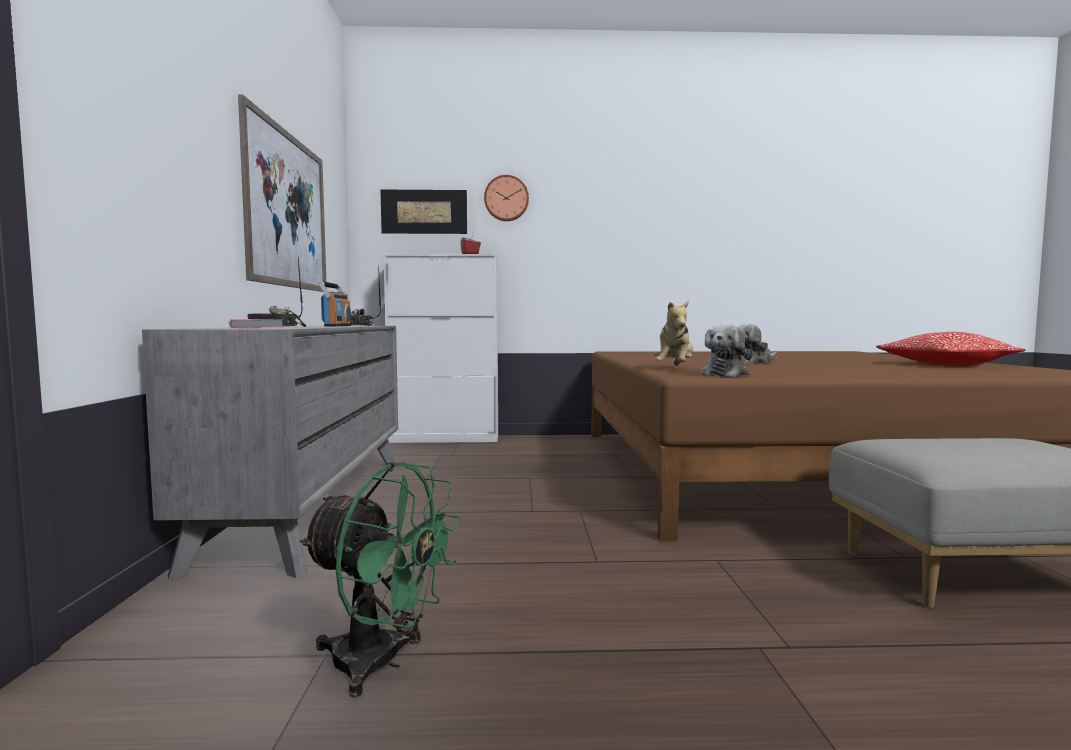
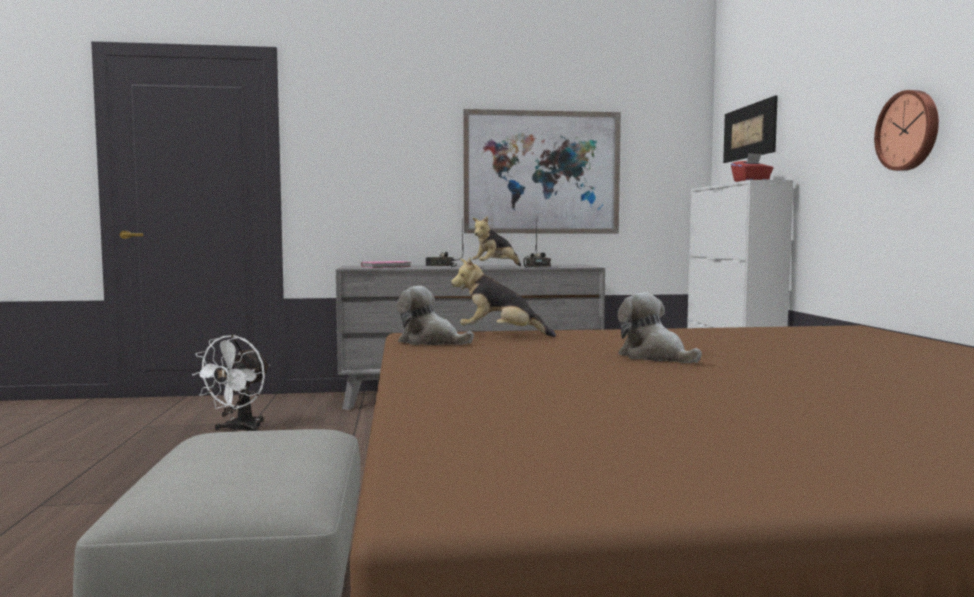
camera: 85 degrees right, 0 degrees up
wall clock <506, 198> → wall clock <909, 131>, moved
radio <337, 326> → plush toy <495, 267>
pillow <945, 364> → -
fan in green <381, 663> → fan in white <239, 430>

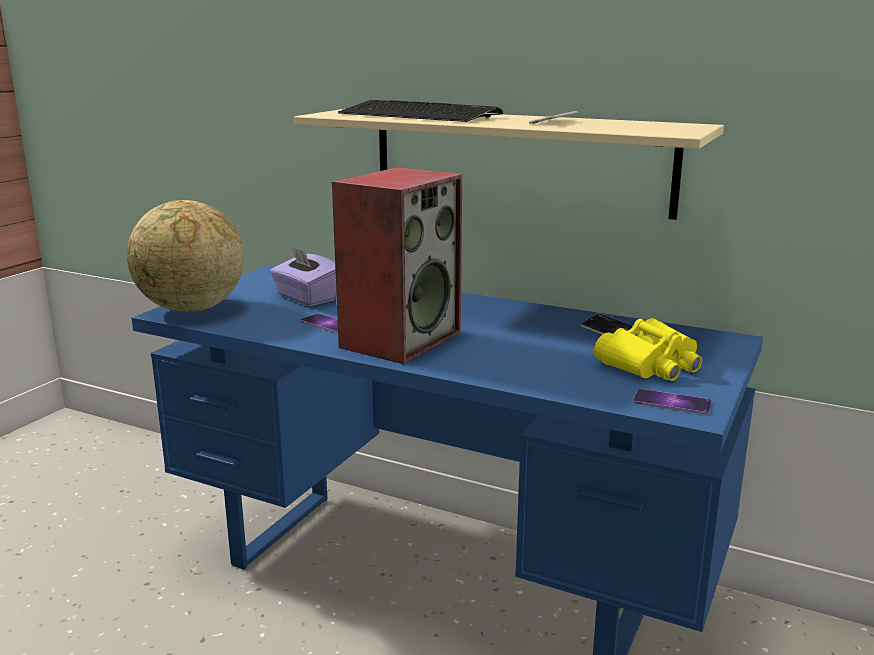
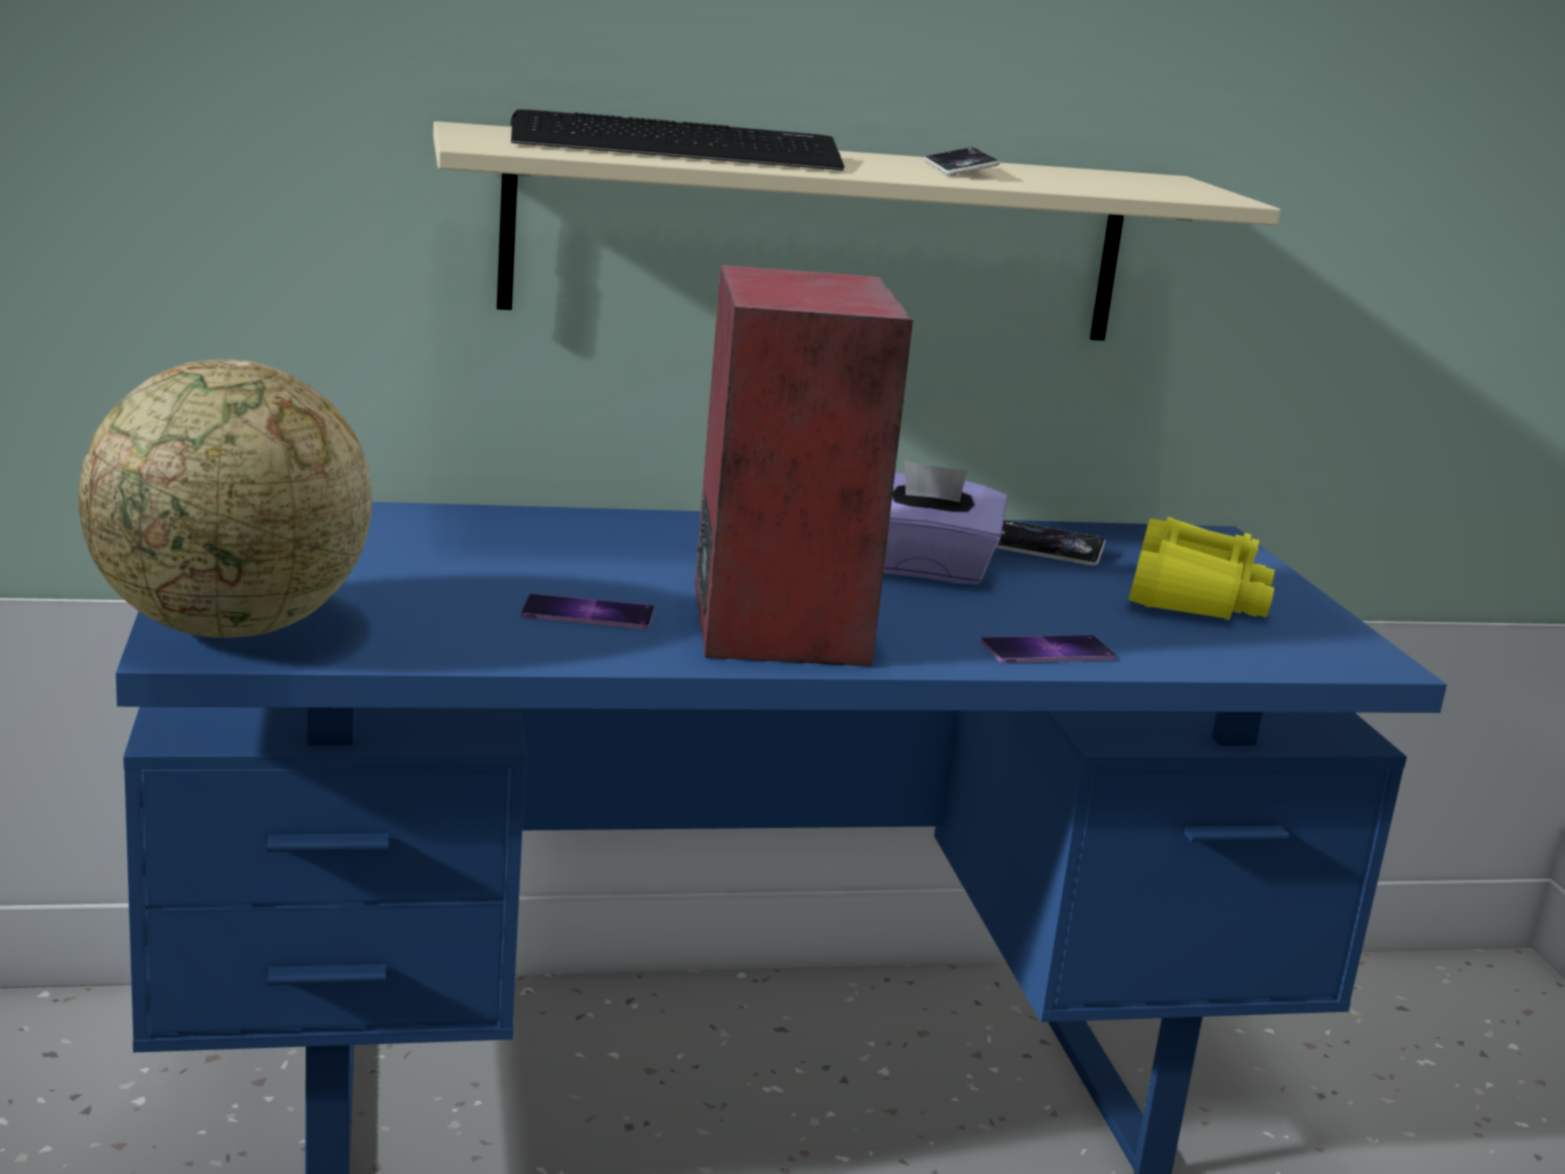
camera: 40 degrees left, 0 degrees up
tissue box in purple <306, 298> → tissue box in purple <923, 569>, moved
phone <672, 402> → phone <1047, 650>, moved

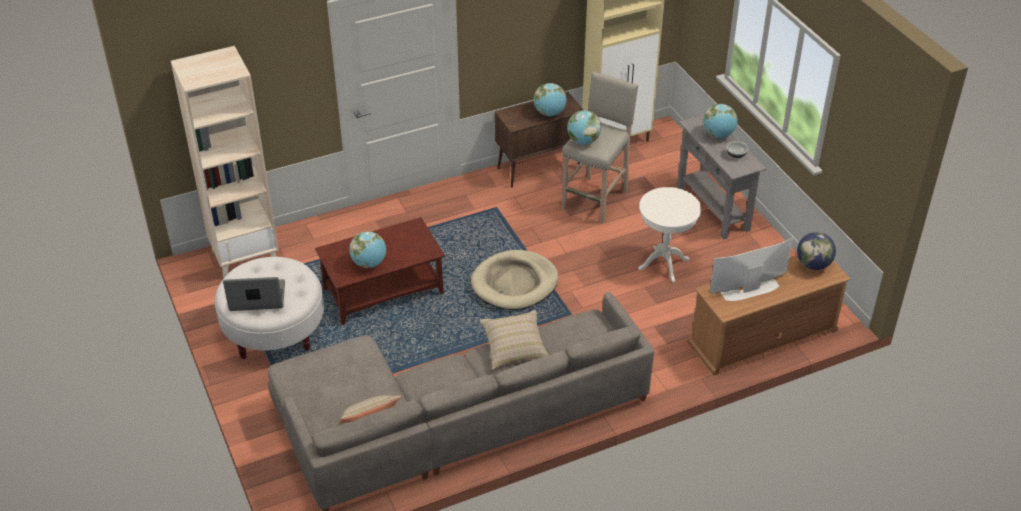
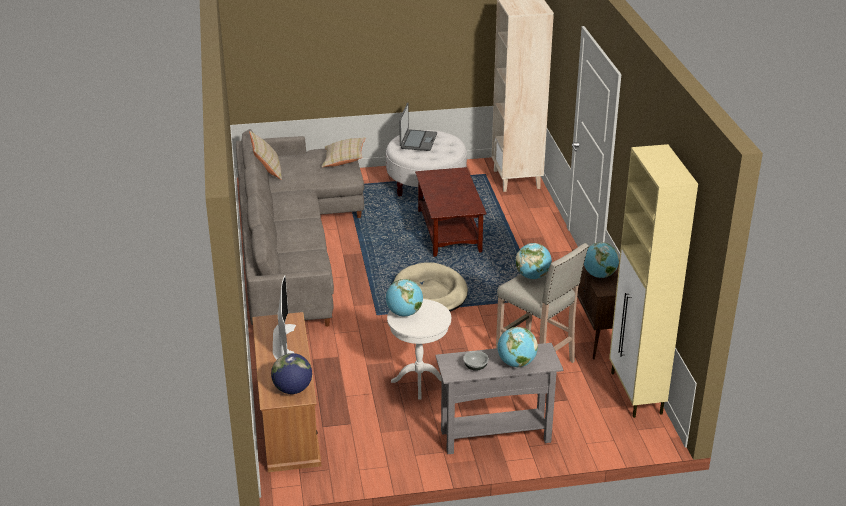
camera: 105 degrees right, 10 degrees down
globe <369, 263> → globe <404, 313>, moved
pillow in beige <514, 348> → pillow in beige <343, 160>, moved

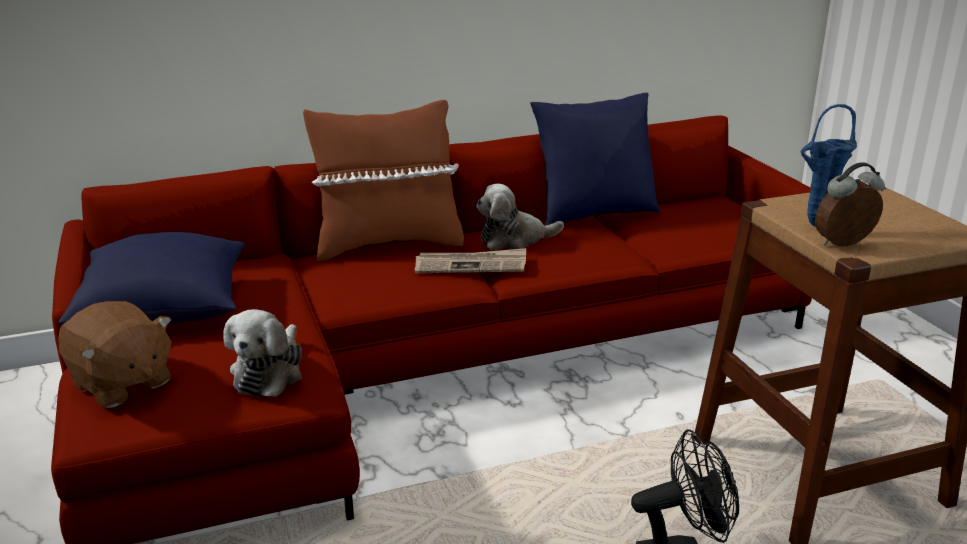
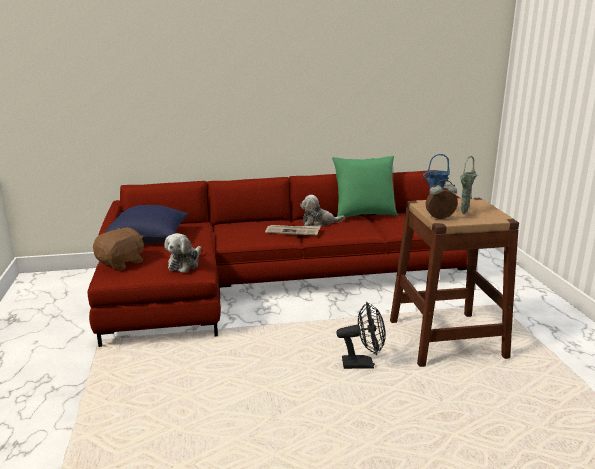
camera: 10 degrees right, 5 degrees down
pillow in blue <594, 215> → pillow in green <364, 215>
pillow in brown <388, 244> → -
plush toy in brown <121, 384> → plush toy in brown <122, 263>, 105 degrees counterclockwise
- → vase in green <463, 214>

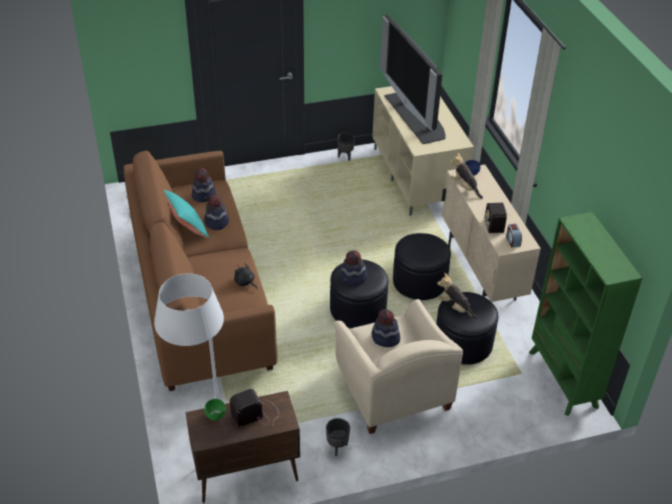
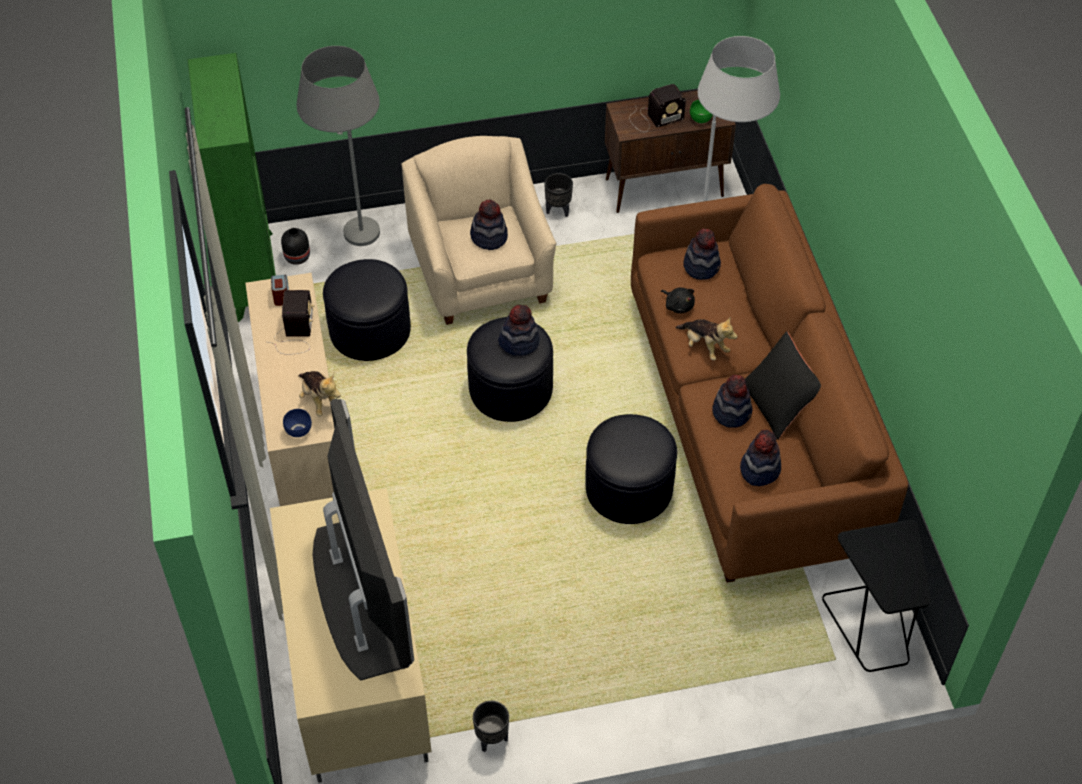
camera: 175 degrees left, 10 degrees up
pillow in turquoise <186, 228> → pillow in black <778, 404>
ottoman in black <419, 281> → ottoman in black <629, 488>, moved
plush toy <455, 307> → plush toy <704, 346>, moved
- → floor lamp in grey <357, 247>
- → vase in black <297, 256>
- → hat <701, 266>

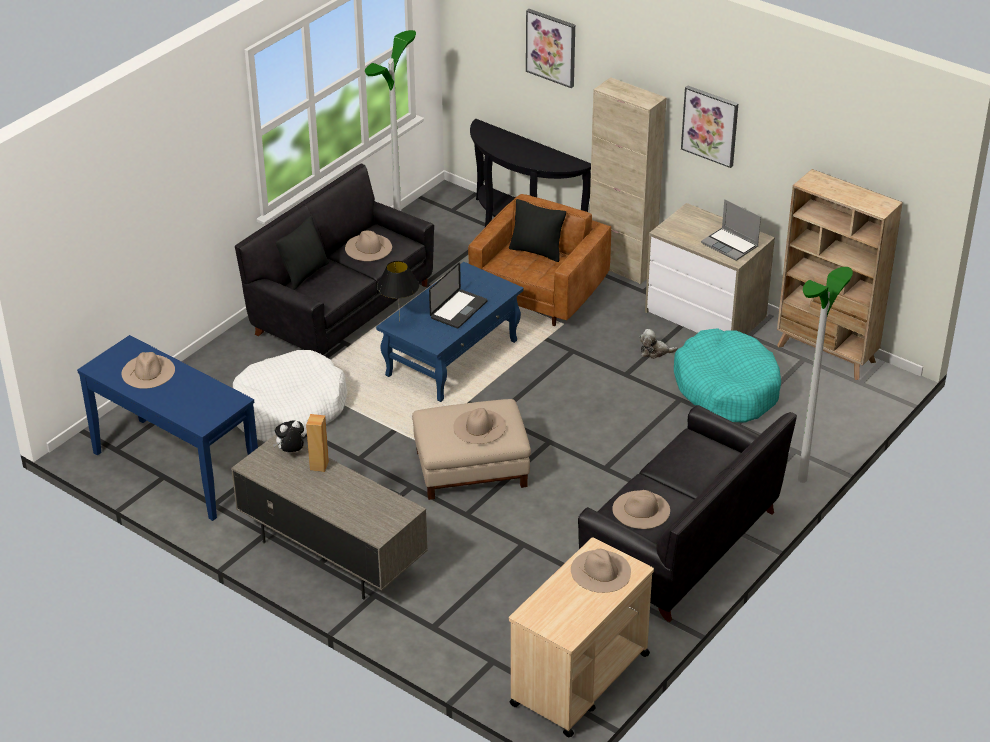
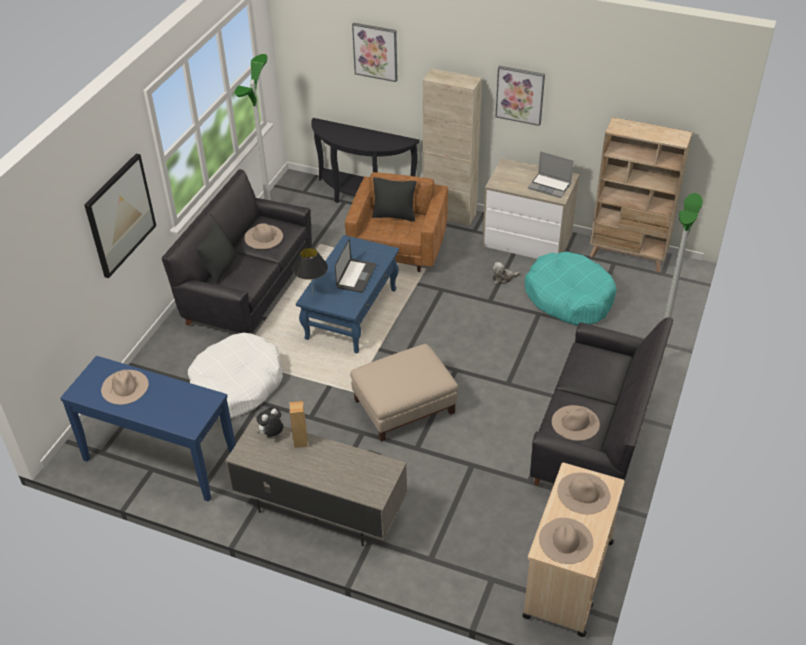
camera: 15 degrees left, 5 degrees up
hat in beige <479, 426> → hat in beige <565, 540>, moved
- → picture <120, 215>

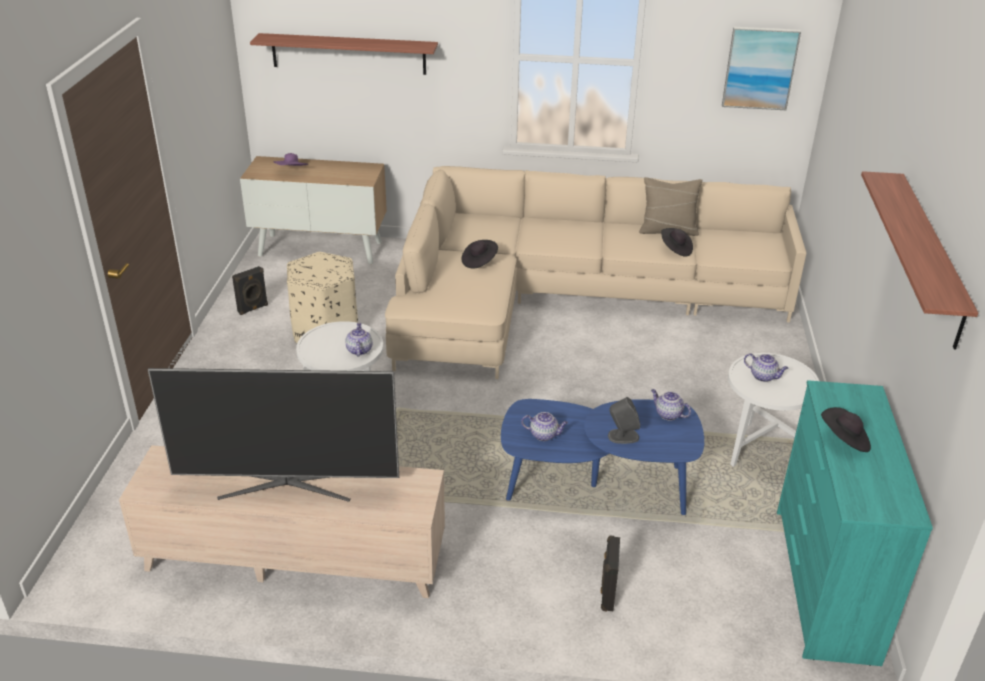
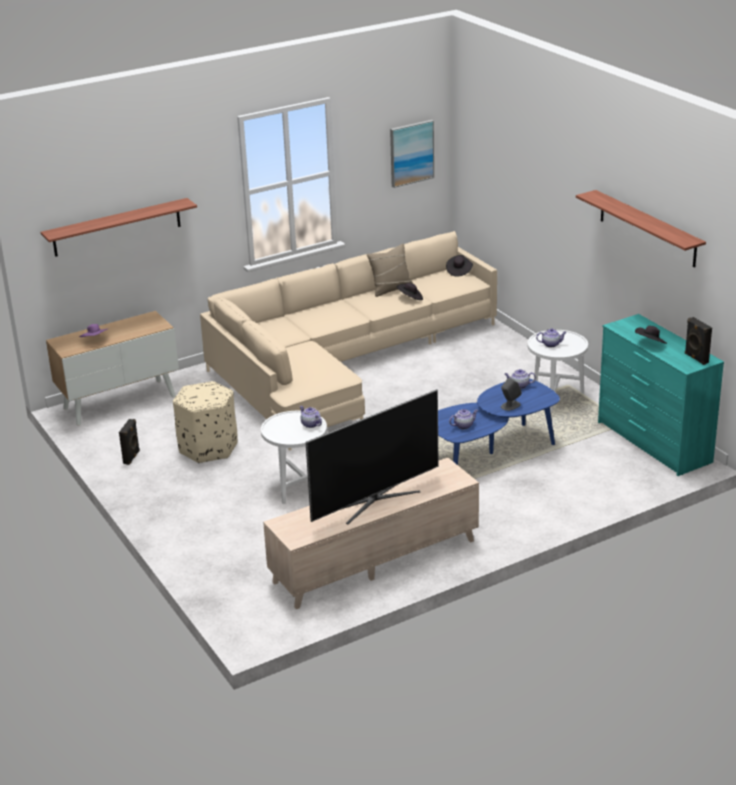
camera: 35 degrees left, 5 degrees down
hat in black <479, 261> → hat in black <459, 271>, moved
speaker in black <607, 594> → speaker in black <695, 358>, moved

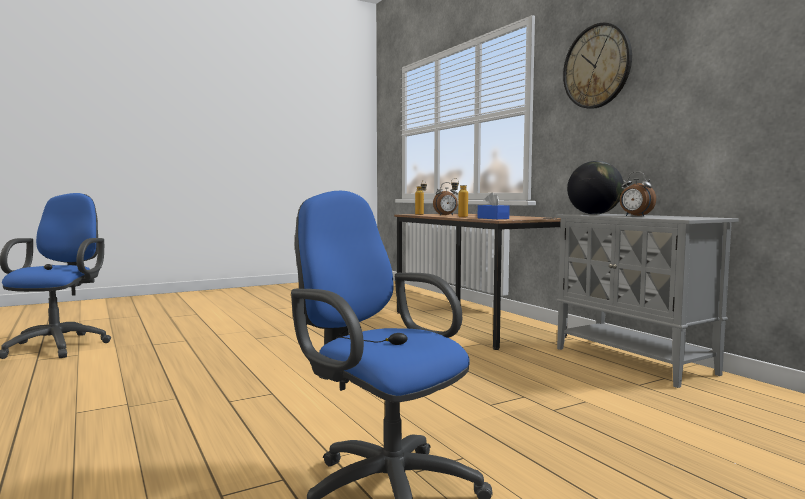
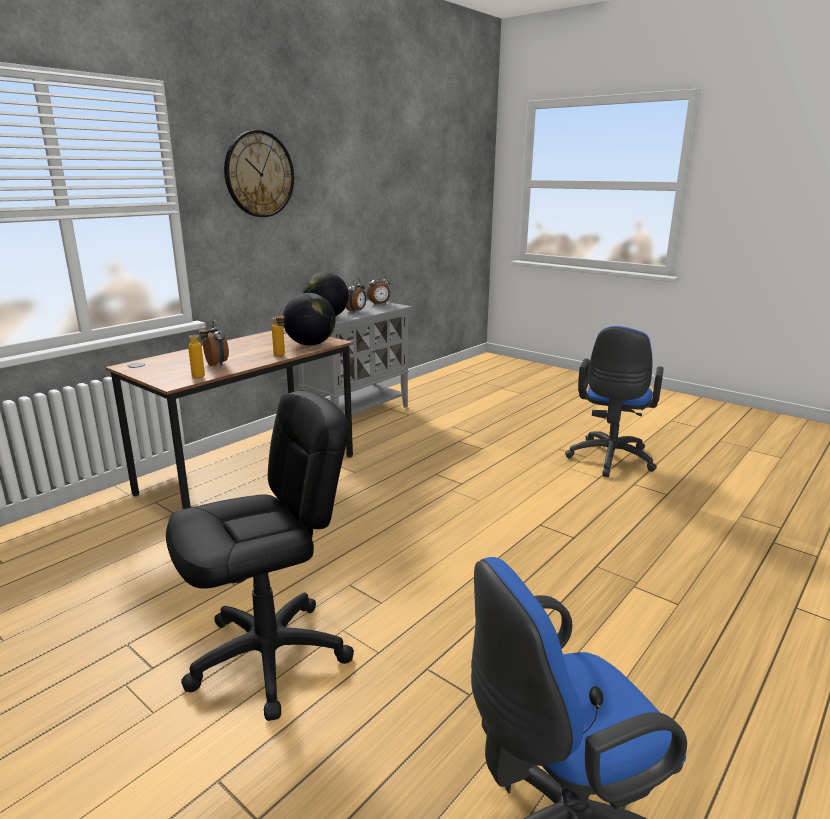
camera: 110 degrees left, 15 degrees up
tissue box in blue <493, 218> → globe <310, 344>
- → alarm clock <379, 304>
- → office chair in black <270, 657>

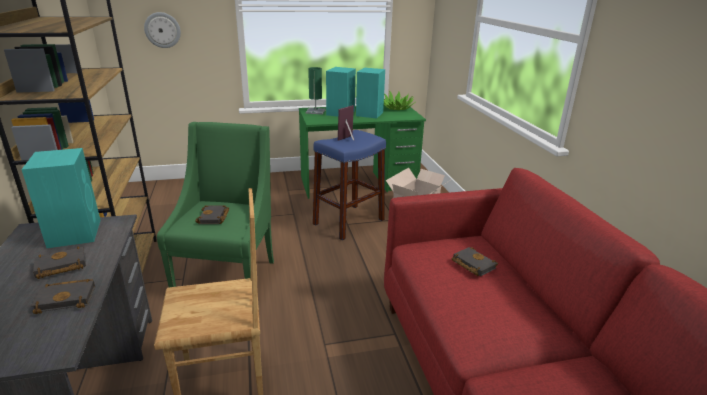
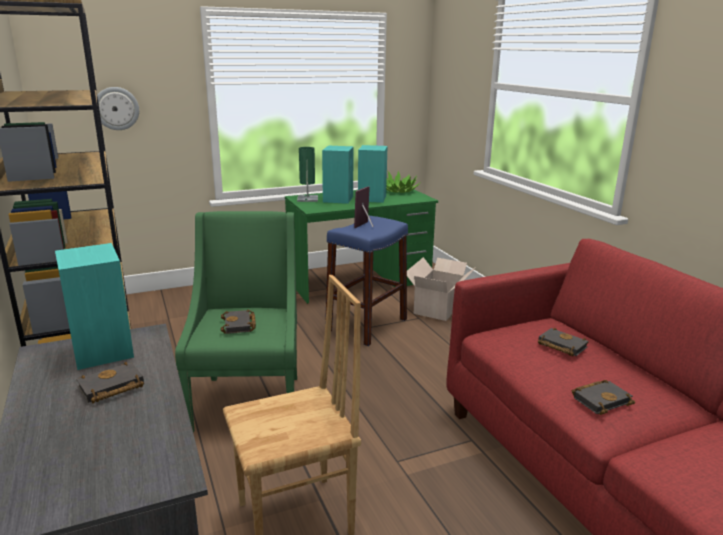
camera: 10 degrees left, 5 degrees down
book in black <68, 298> → book in black <601, 399>, moved

